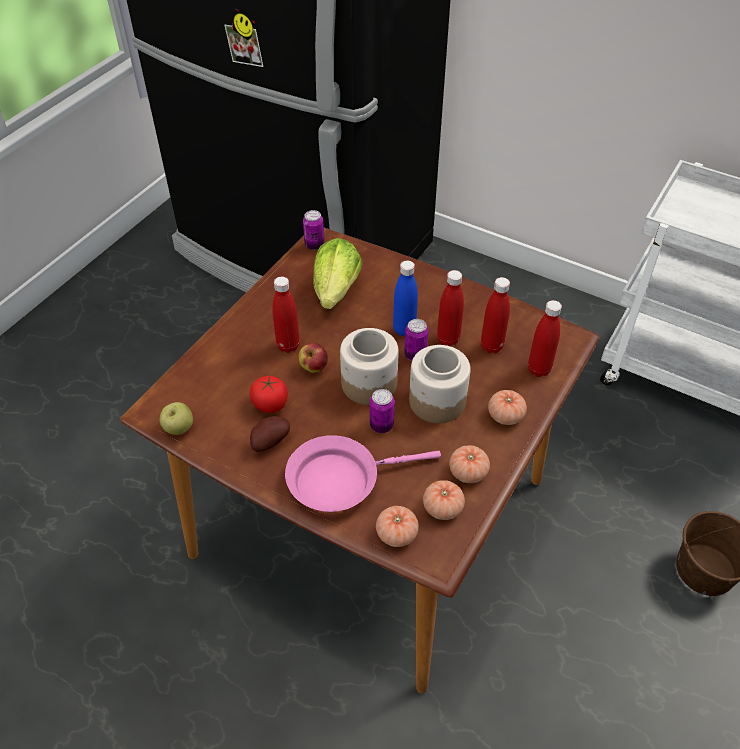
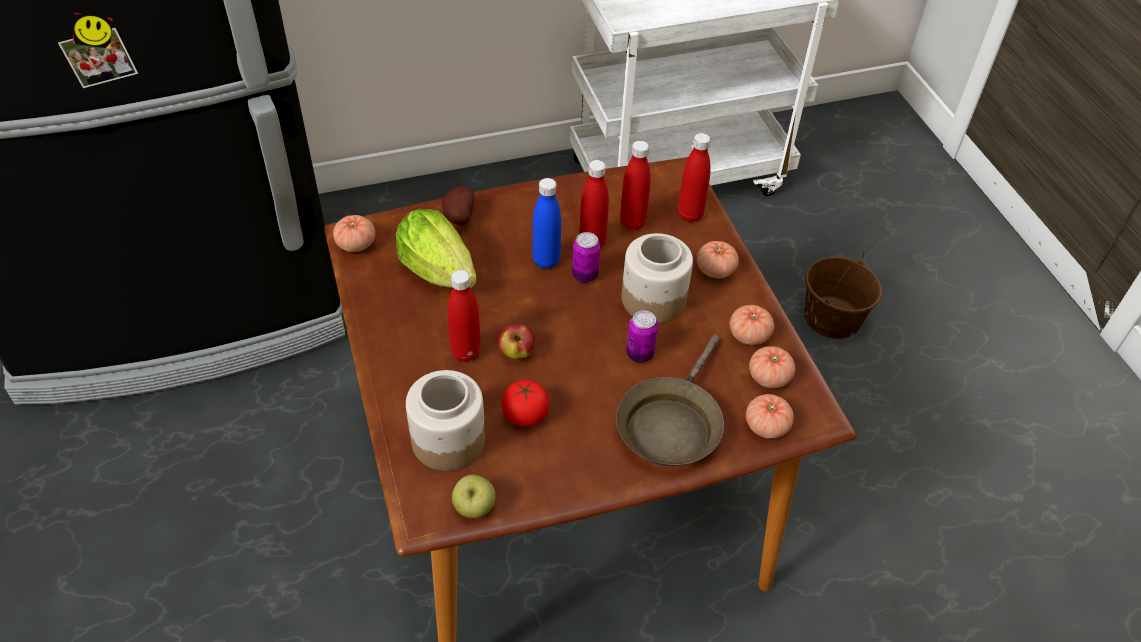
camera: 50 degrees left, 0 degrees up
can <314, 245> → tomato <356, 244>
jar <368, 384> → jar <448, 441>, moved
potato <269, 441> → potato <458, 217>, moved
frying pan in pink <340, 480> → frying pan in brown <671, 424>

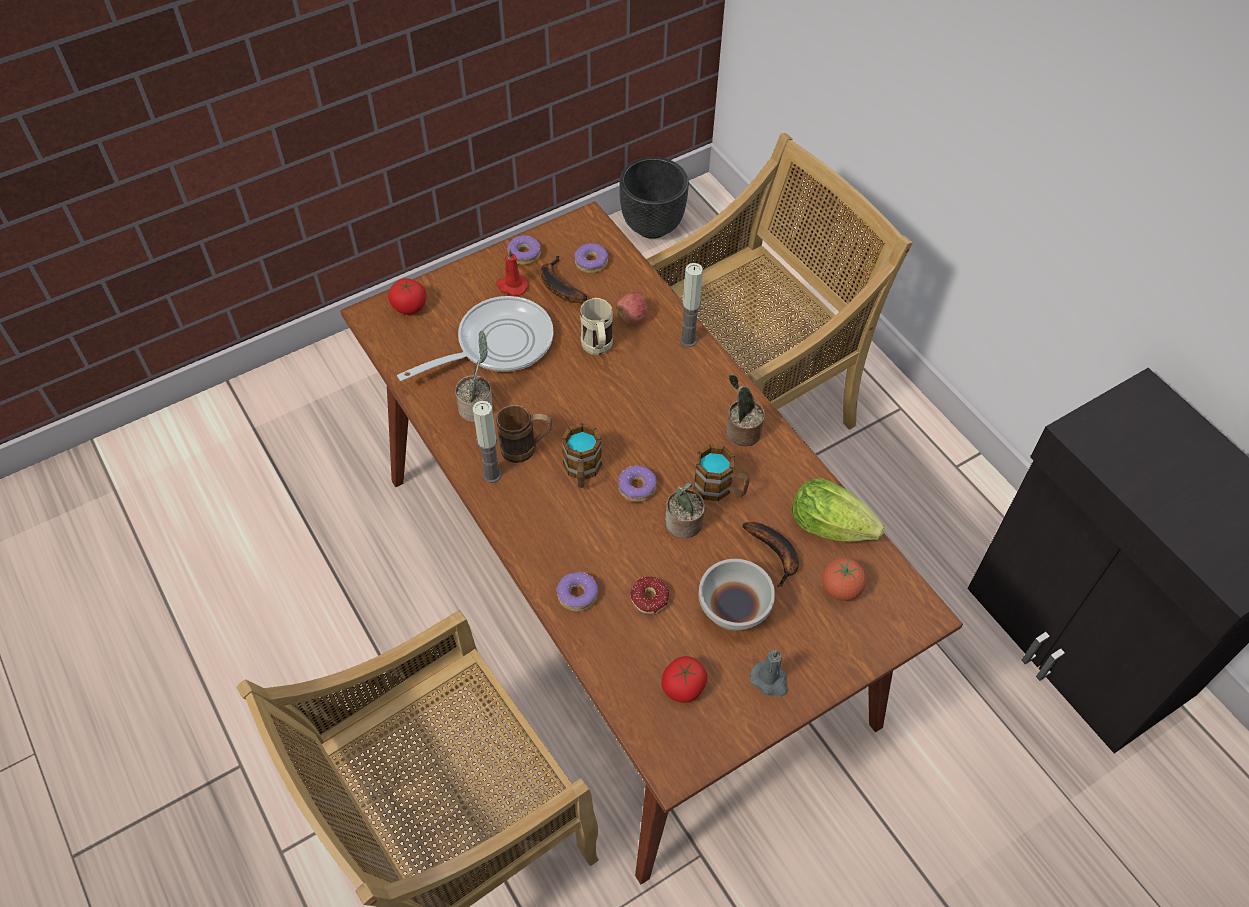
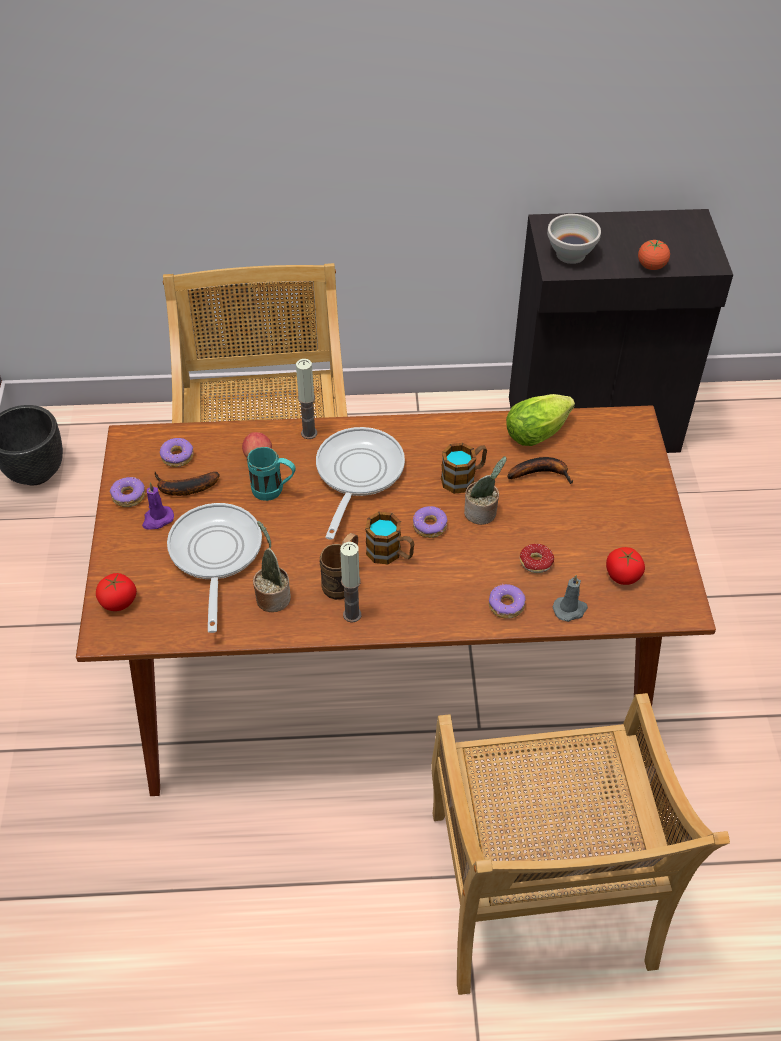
camera: 60 degrees left, 5 degrees down
candle in red <511, 286> → candle in purple <157, 519>
mug in beige <598, 349> → mug in turquoise <274, 491>
potted plant <741, 432> → -
tomato <840, 588> → tomato <651, 266>, moved
bowl in white <732, 611> → bowl in white <569, 255>, moved
candle in grey <770, 680> → candle in grey <570, 609>, moved
- → frying pan <357, 474>

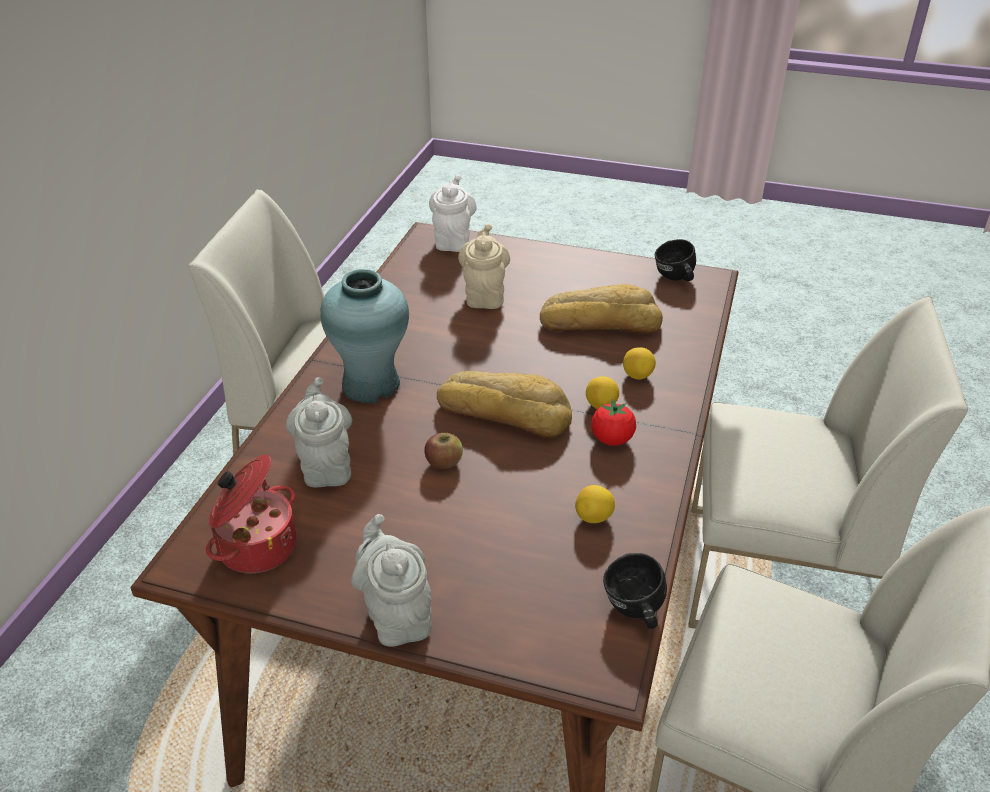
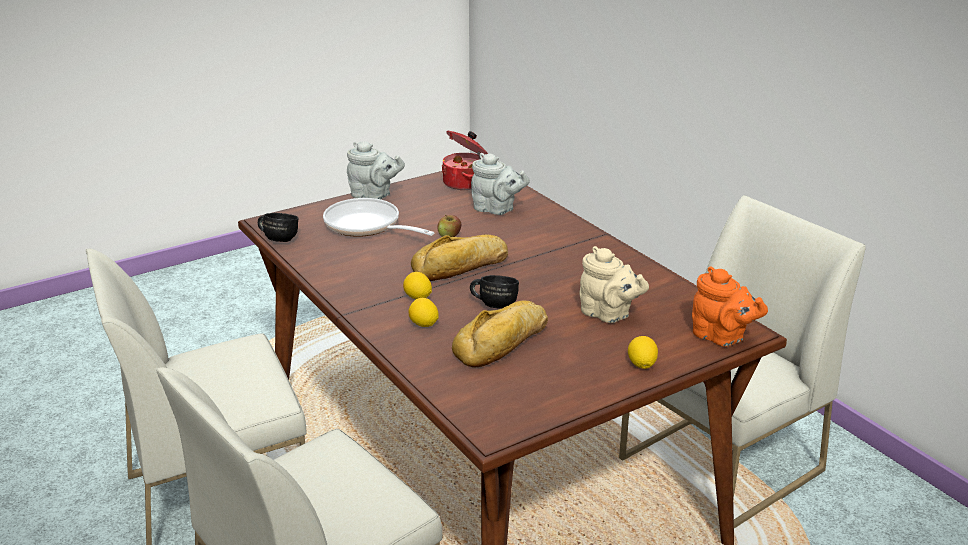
camera: 130 degrees right, 10 degrees down
teapot in white <453, 240> → teapot in orange <721, 337>
mug in black <674, 279> → mug in black <494, 304>, moved
vase in turquoise <371, 385> → -
tomato <612, 439> → -
lemon <594, 518> → lemon <641, 365>, moved
- → frying pan <367, 226>

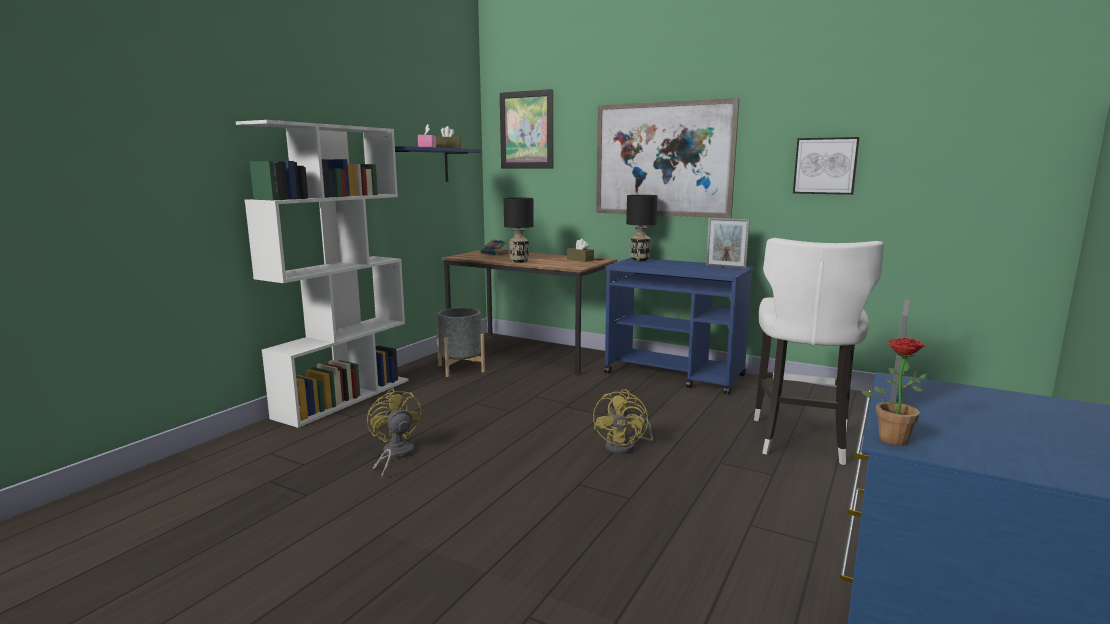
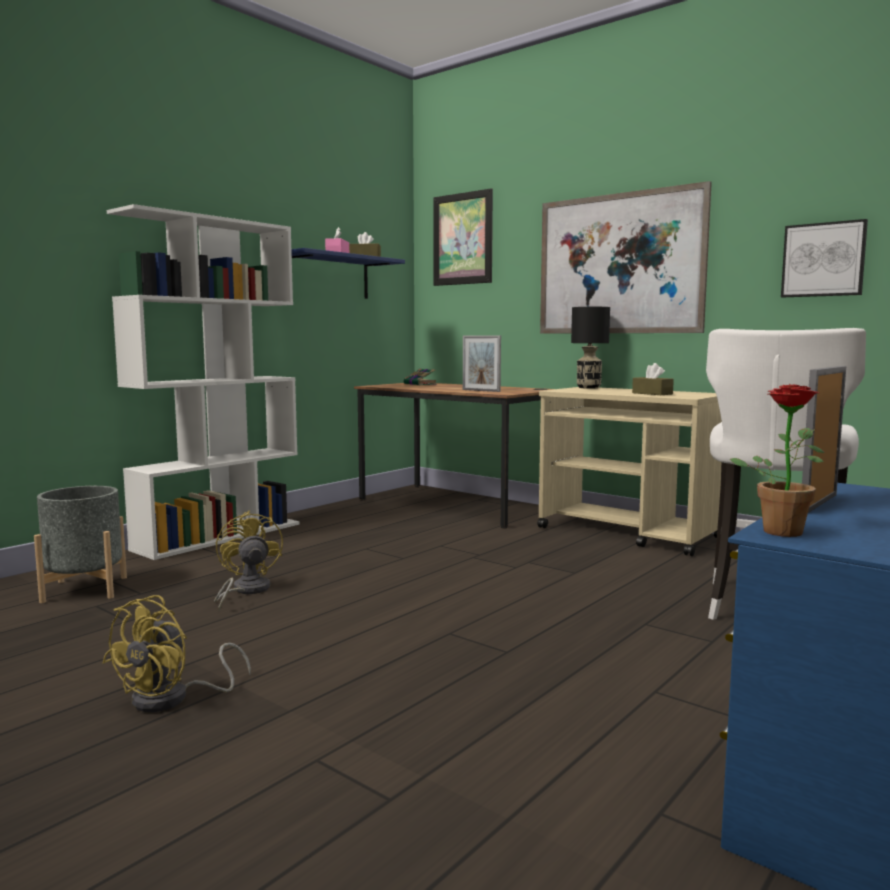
camera: 10 degrees right, 5 degrees down
table lamp in black <519, 261> → -
picture frame <725, 267> → picture frame <481, 390>, moved
tissue box in brown <580, 259> → tissue box in brown <652, 393>, moved
cart in blue <675, 374> → cart in beige <629, 533>
planter in grey <461, 368> → planter in grey <85, 589>, moved
fan in yellow <626, 446> → fan in yellow <173, 698>, moved

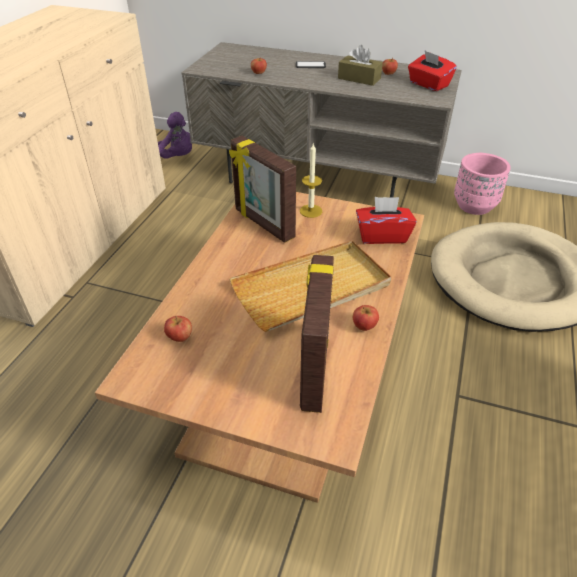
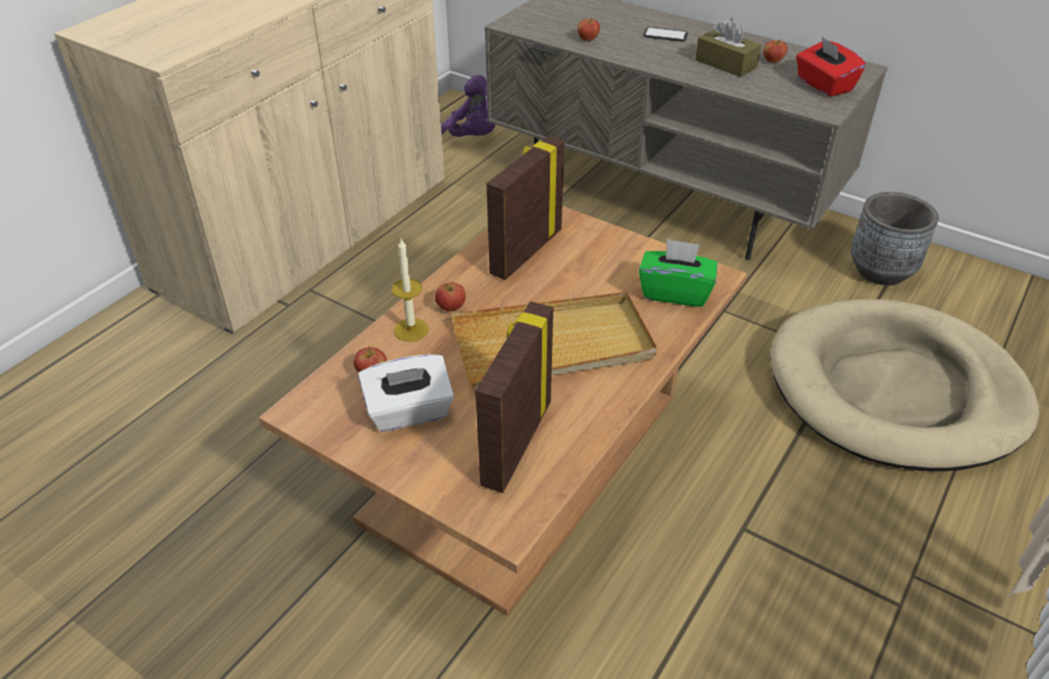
camera: 15 degrees right, 0 degrees up
picture frame <263, 224> → picture frame <524, 251>, 60 degrees clockwise
candle <311, 211> → candle <411, 329>, moved
planter in pink <474, 206> → planter in grey <881, 271>
tissue box in red <382, 235> → tissue box in green <675, 292>
apple <364, 326> → apple <451, 308>, moved
- → tissue box in white <409, 412>

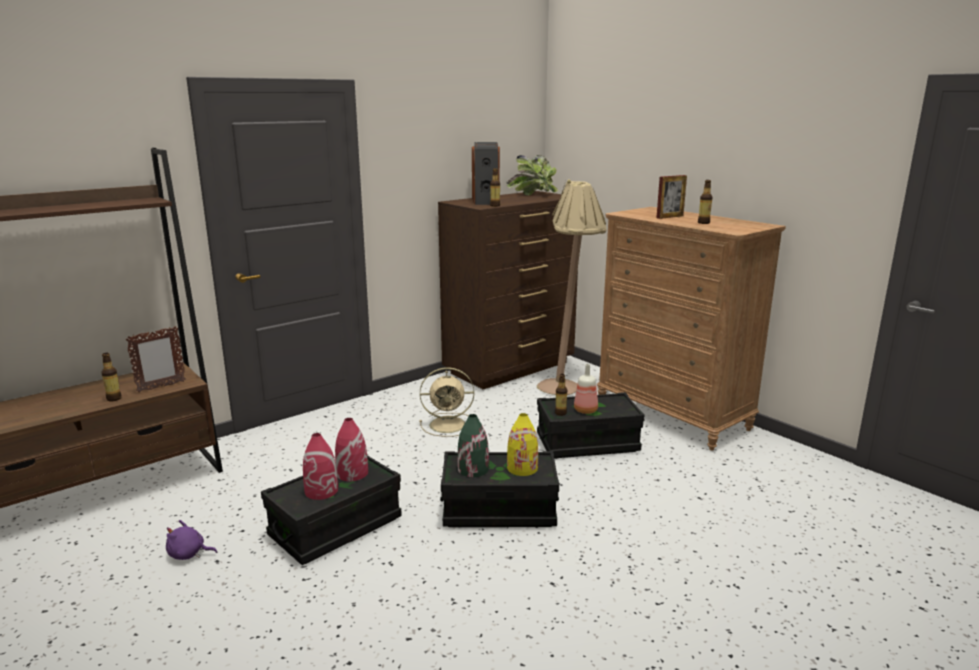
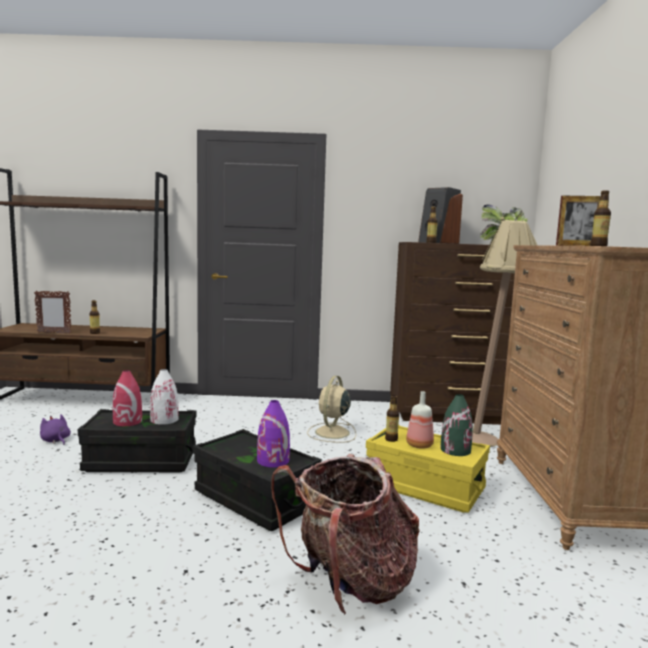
camera: 40 degrees right, 10 degrees down
picture frame <161, 387> → picture frame <54, 333>, moved
fan in beige <449, 425> → fan in beige <331, 433>, 75 degrees clockwise
storage box in black <587, 443> → storage box in yellow <424, 487>
vase in yellow <522, 468> → vase in purple <273, 461>
vase in green <473, 469> → vase in green <455, 450>, moved
vase in red <352, 473> → vase in white <164, 420>
- → backpack <350, 583>

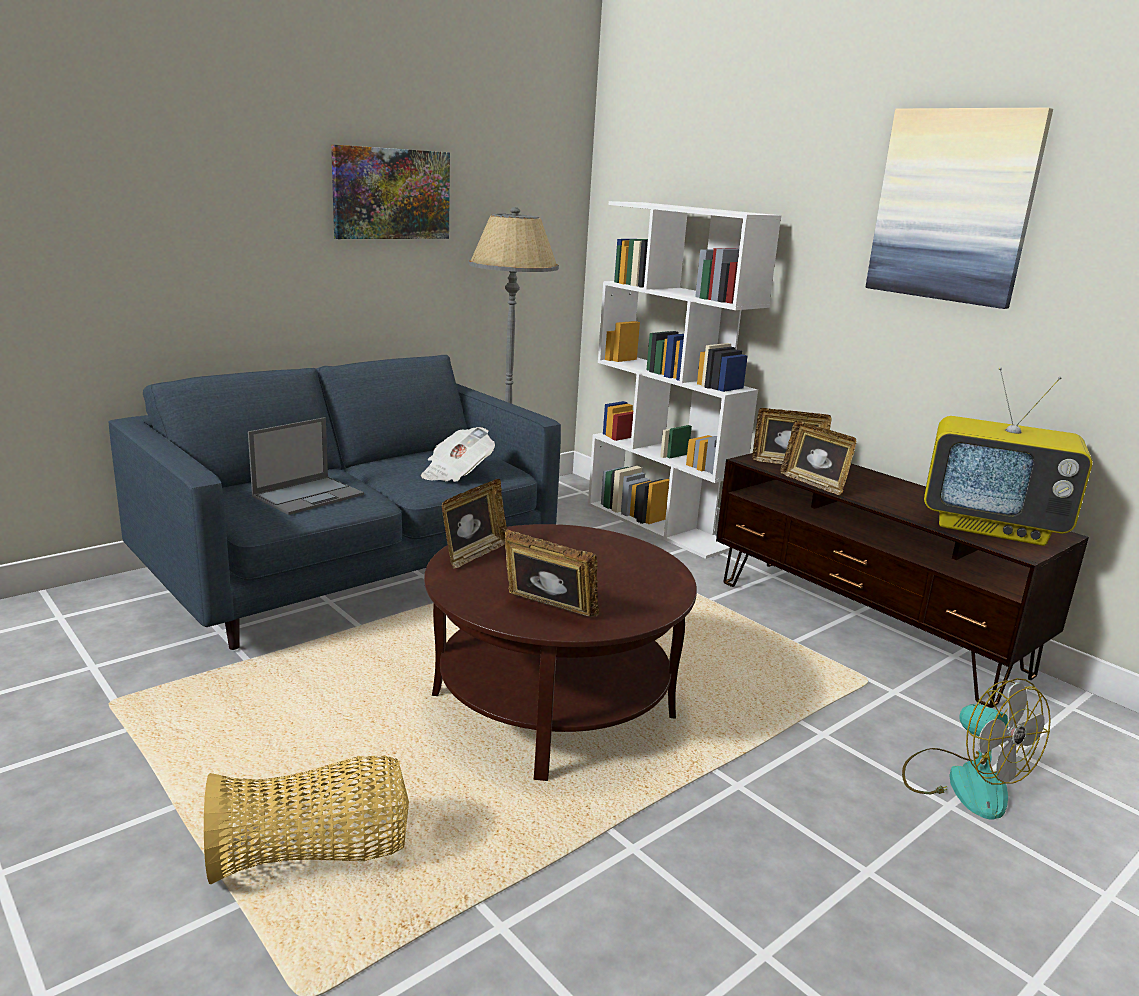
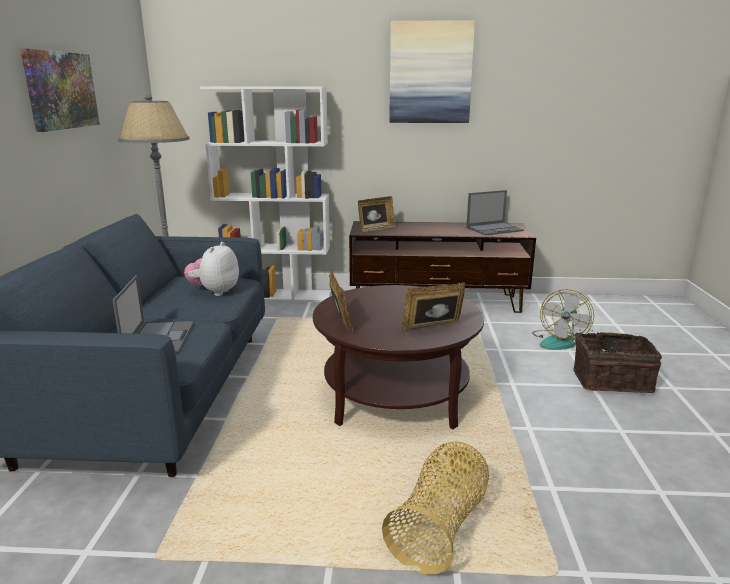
camera: 45 degrees left, 0 degrees up
television <992, 526> → laptop <495, 229>
picture frame <814, 483> → -
newspaper <456, 473> → plush toy <215, 292>
fan <963, 781> → fan <559, 341>, 105 degrees clockwise
- → basket <610, 380>

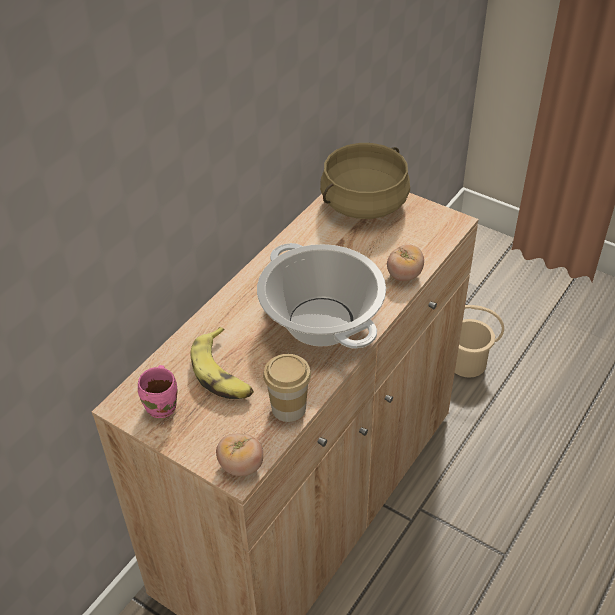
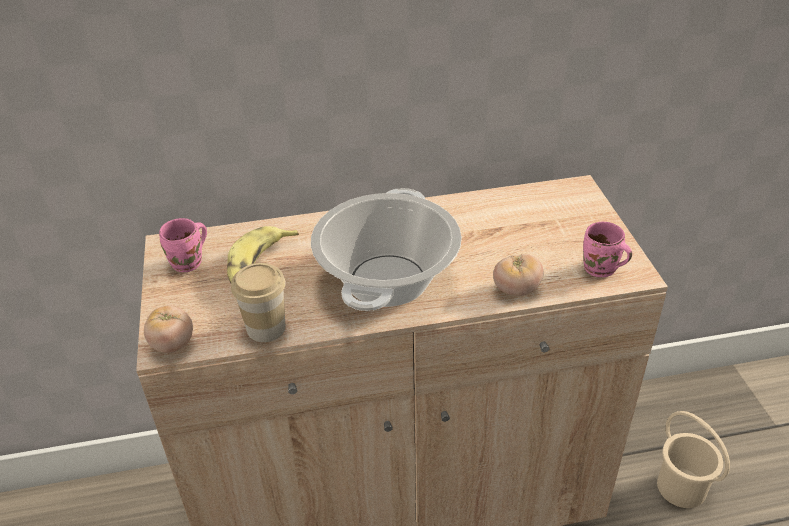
camera: 45 degrees right, 5 degrees down
cooking pot in beige <364, 203> → -
- → mug in pink <600, 270>

